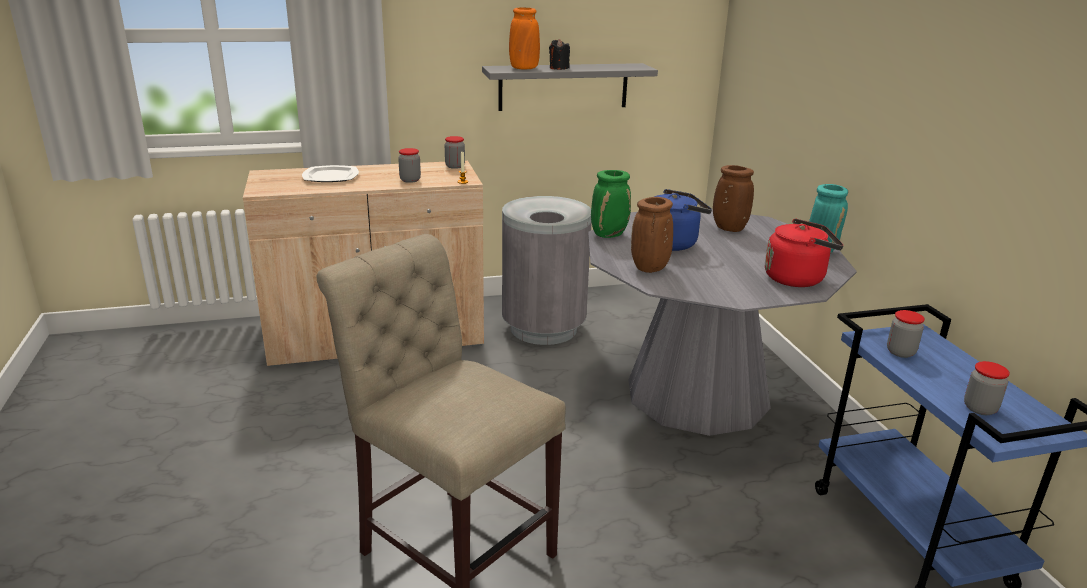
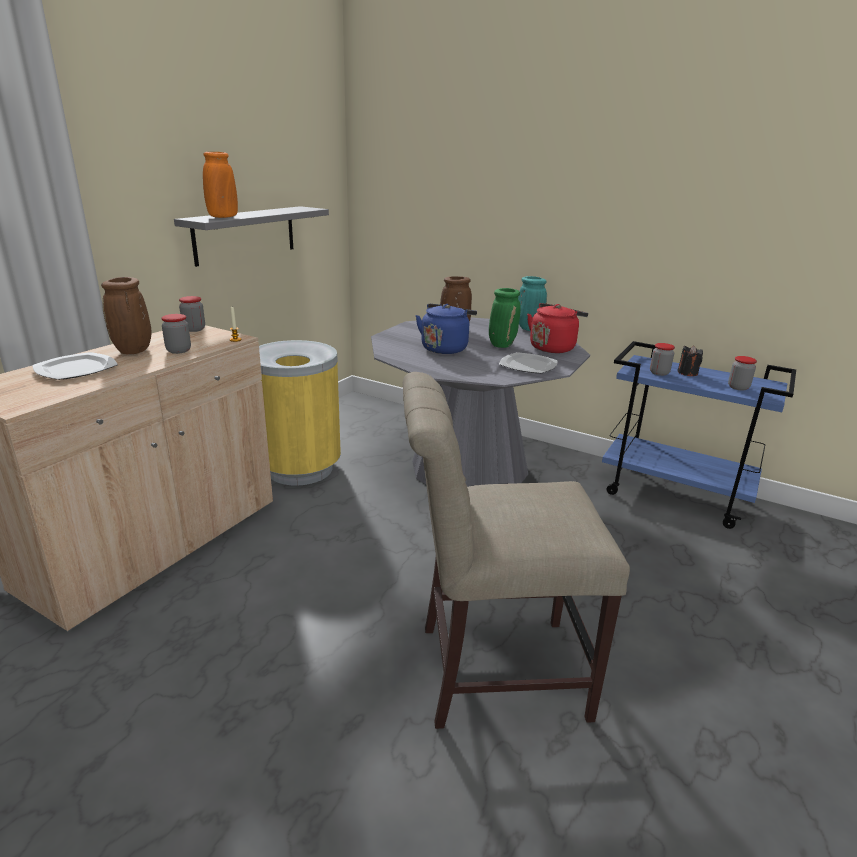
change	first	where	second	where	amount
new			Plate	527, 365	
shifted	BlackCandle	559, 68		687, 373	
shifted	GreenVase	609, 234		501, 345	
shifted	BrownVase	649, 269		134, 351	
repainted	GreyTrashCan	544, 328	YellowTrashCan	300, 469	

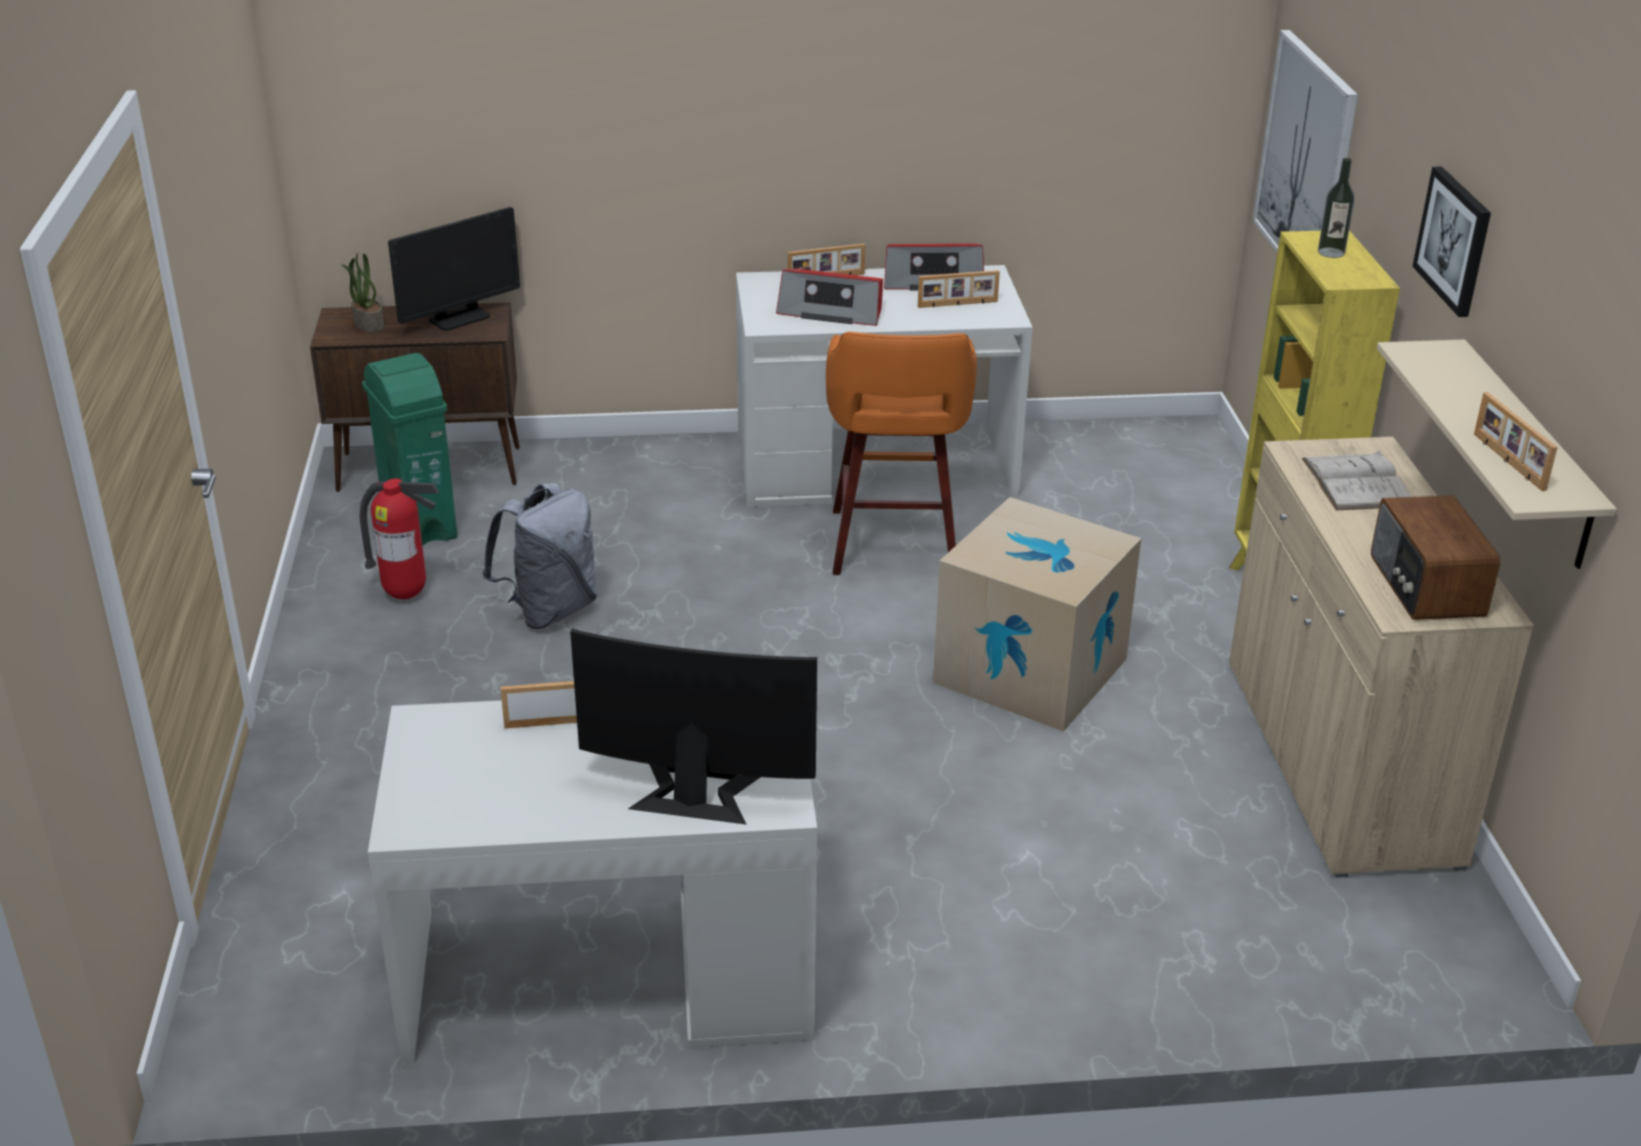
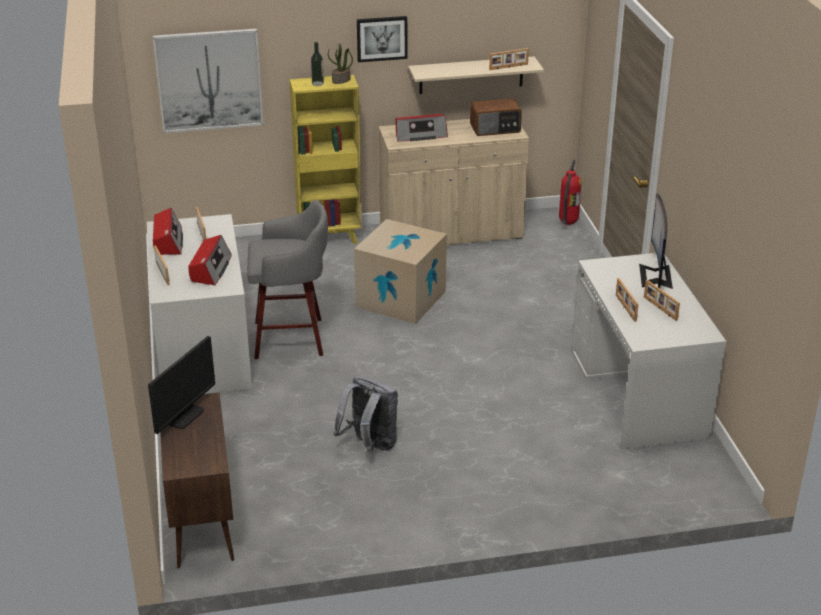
change	first	where	second	where	amount
gone	GreenTrashCan	420, 526			
new			PictureFrame	659, 308	
shifted	PottedPlant	368, 324		341, 80	
shifted	FireExtinguisher	406, 595		567, 223	
swapped	WhiteBook	1357, 482	Radio	420, 134	
repainted	OrangeStool	893, 545	GreyStool	292, 338	
rotated	Monitor	459, 318		184, 416	75 degrees clockwise

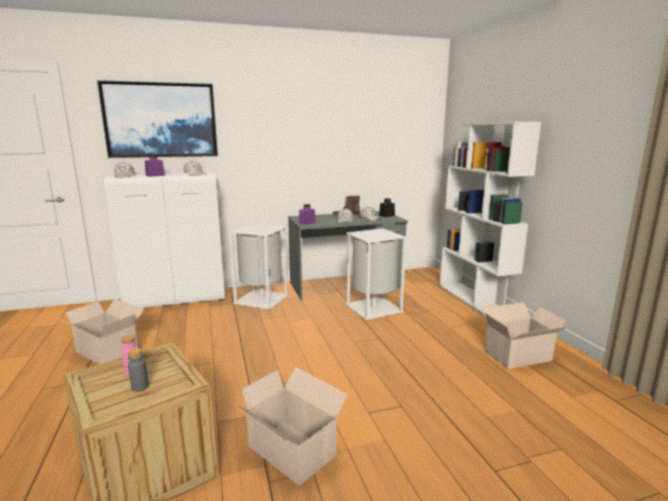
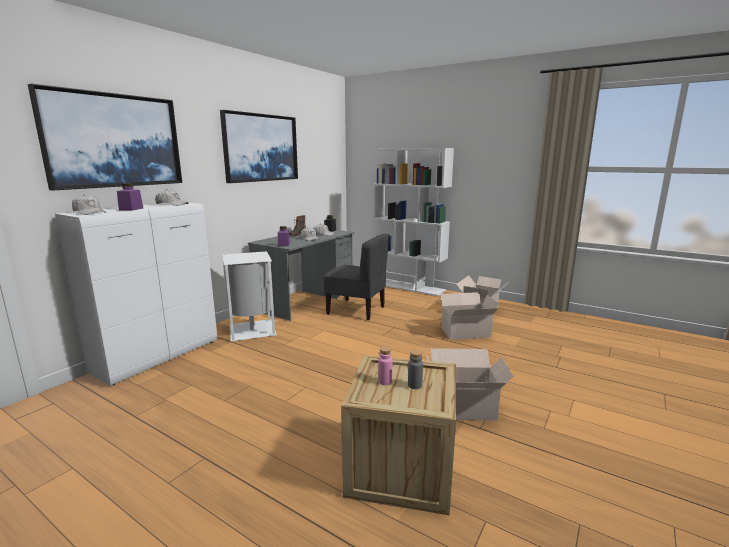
change	first	where	second	where	amount
new			Picture	261, 148	
shifted	CardboardBox	106, 351		464, 332	
swapped	WhiteTrashCan	373, 308	GreyChair	356, 310	

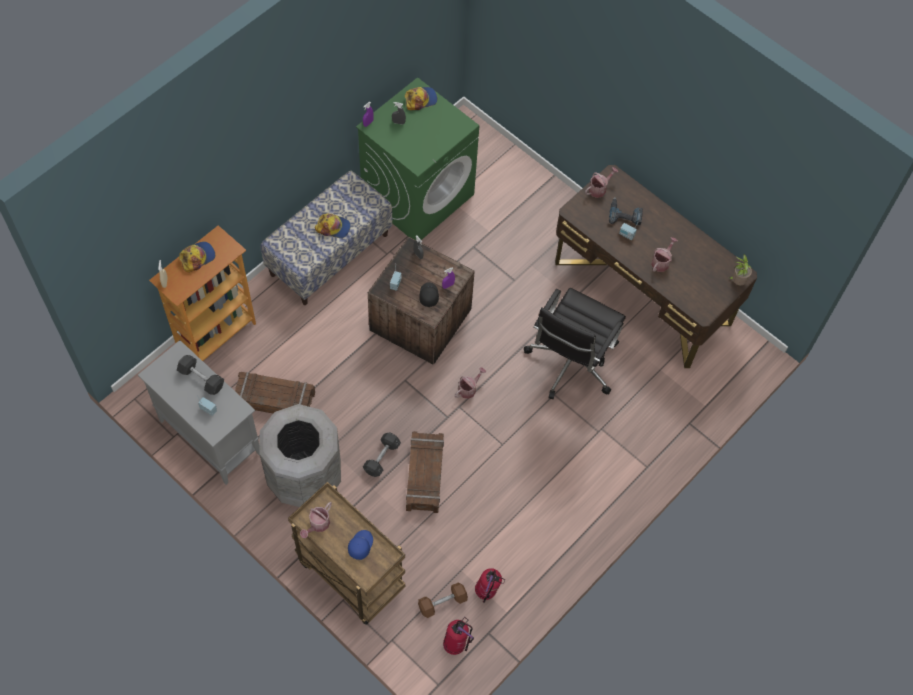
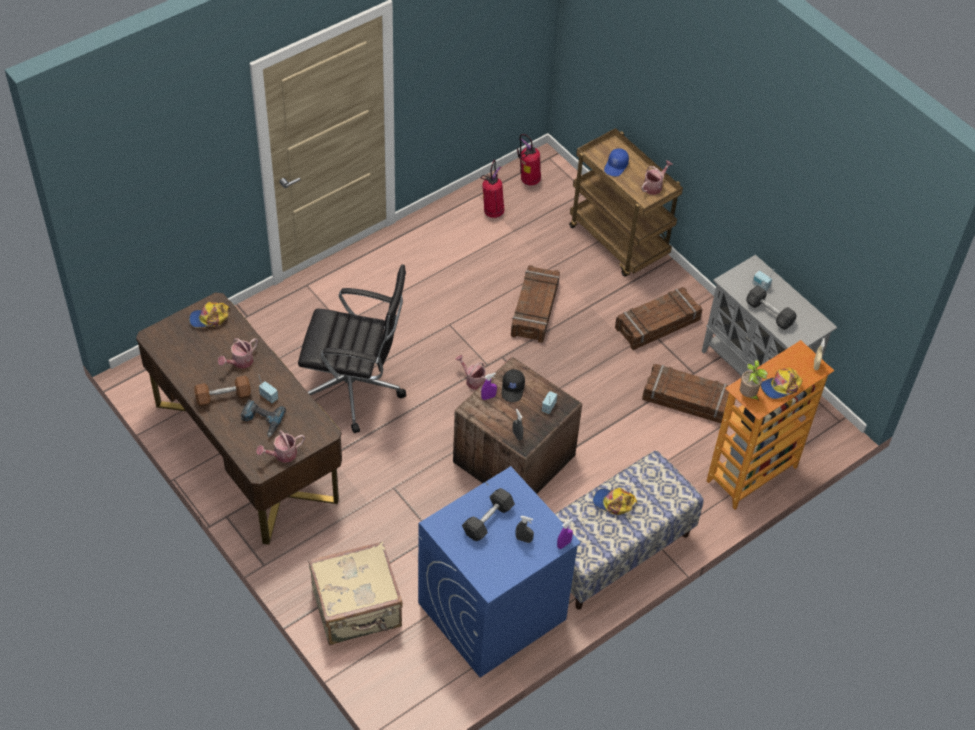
change	first	where	second	where	amount
new			BeigeSuitcase	357, 609	
shifted	GreyDumbbell	382, 458		488, 520	
shifted	Cap	420, 100		209, 318	
shifted	BrownDumbbell	442, 602		223, 397	
shifted	PottedPlant	737, 281		748, 396	
swapped	GreyTrashCan	304, 477	Crate	657, 324	
repainted	GreenWashingMachine	418, 195	BlueWashingMachine	491, 612	
rotated	WateringCan	469, 389		473, 380	75 degrees clockwise
rotated	BlackOfficeChair	570, 363		354, 389	60 degrees clockwise

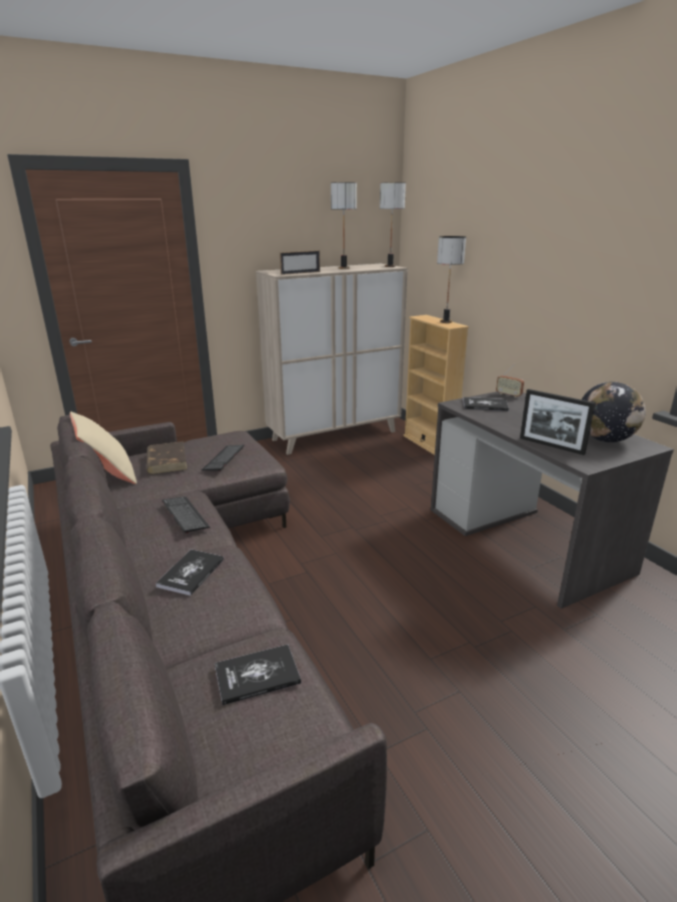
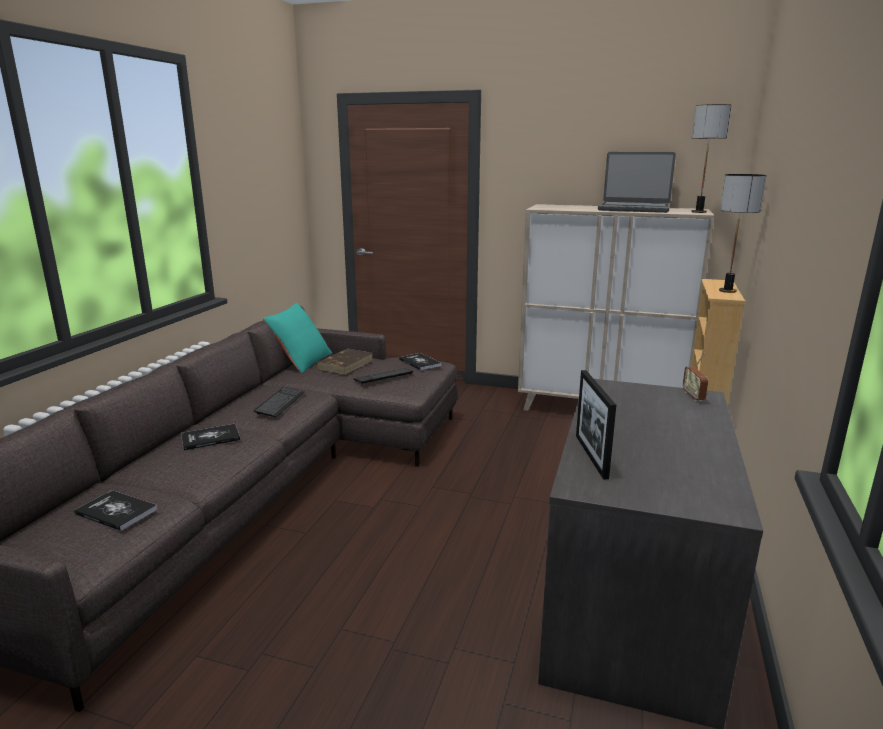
change	first	where	second	where	amount
gone	PictureFrame	300, 273			
gone	Globe	605, 439			
shifted	Book	485, 405		420, 362	
swapped	TableLamp	343, 268	Laptop	634, 209	
repainted	BeigePillow	108, 474	TurquoisePillow	301, 361	

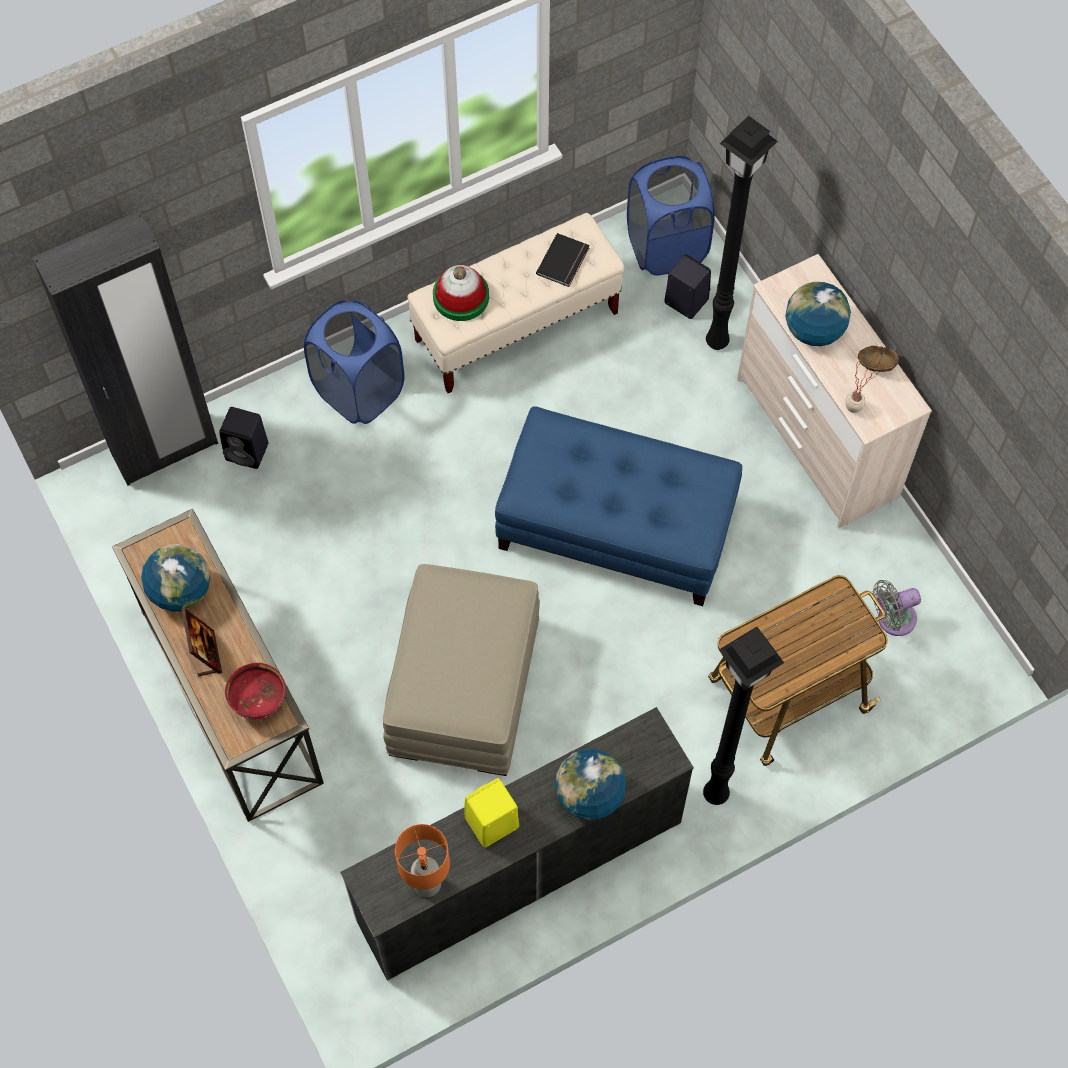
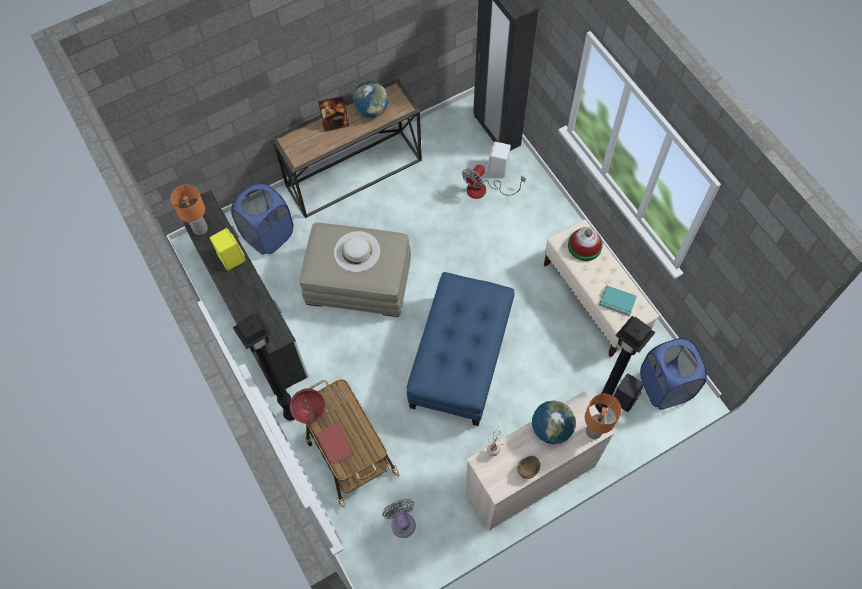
change	first	where	second	where	amount
gone	Globe	589, 795			
new			RedBook	333, 445	
new			WhiteHat	357, 251	
new			Fan	484, 190	
new			OrangeTableLamp	594, 430	
shifted	RedBowl	259, 701		310, 411	
shifted	BlueLaundryBasket	358, 391		268, 235	
repainted	BlackSpeaker	248, 451	WhiteSpeaker	498, 169	
repainted	BlackBook	564, 261	TurquoiseBook	617, 302	

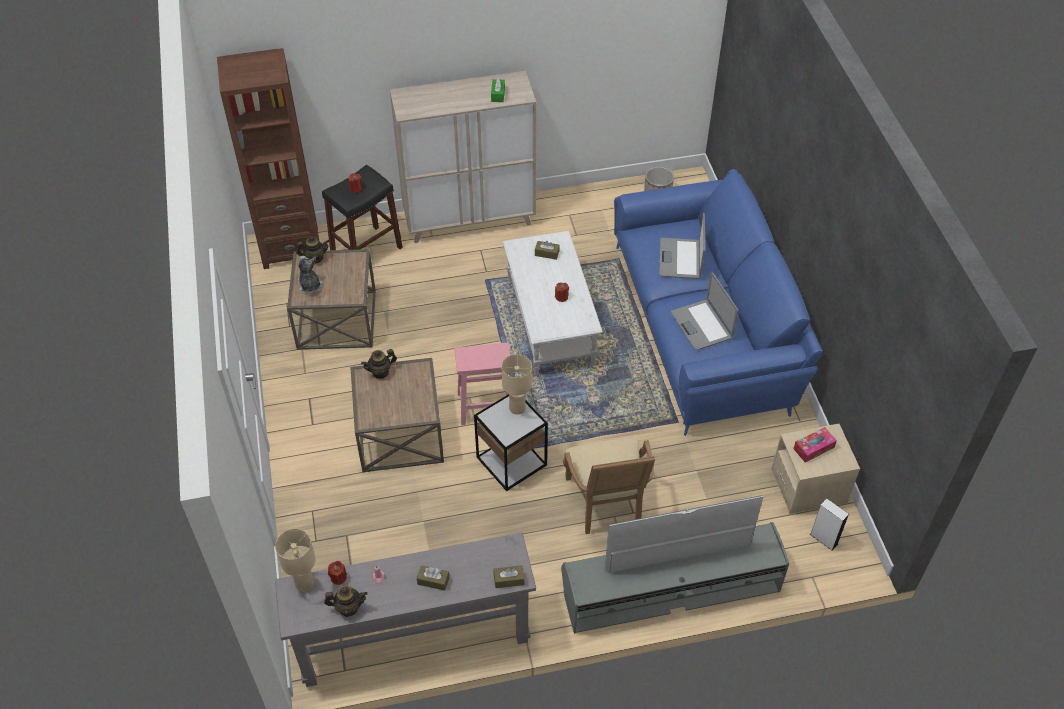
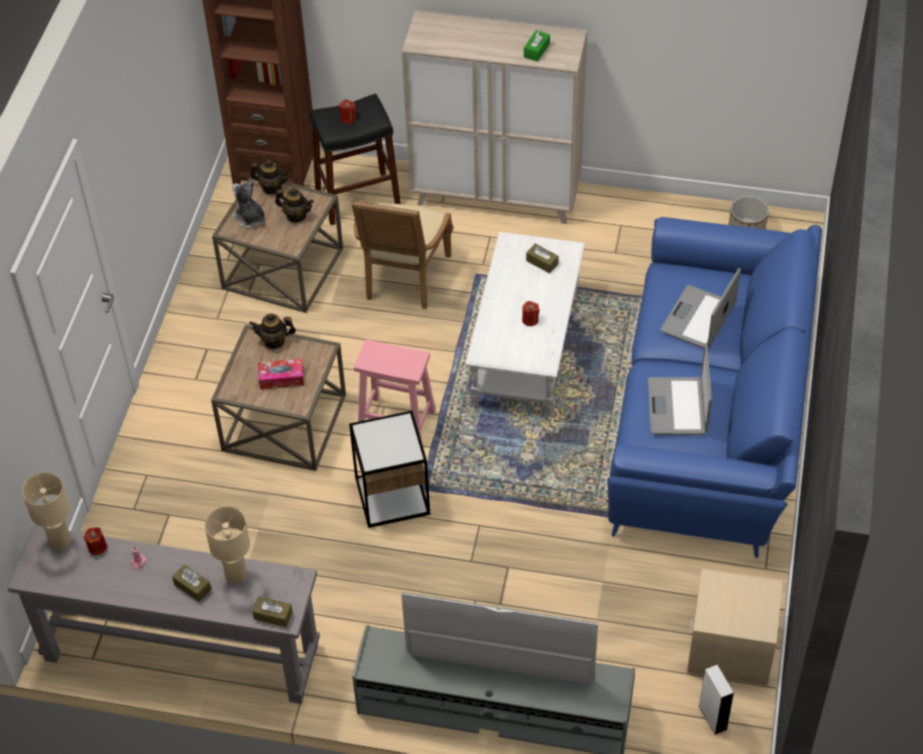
change	first	where	second	where	amount
shifted	Teapot	348, 607		296, 215	
shifted	BeigeTableLamp	517, 408		236, 575	
shifted	BeigeArmchair	606, 505		404, 281	
shifted	TissueBox	813, 448		281, 378	
rotated	PlushToy	310, 286		249, 218	45 degrees counterclockwise

